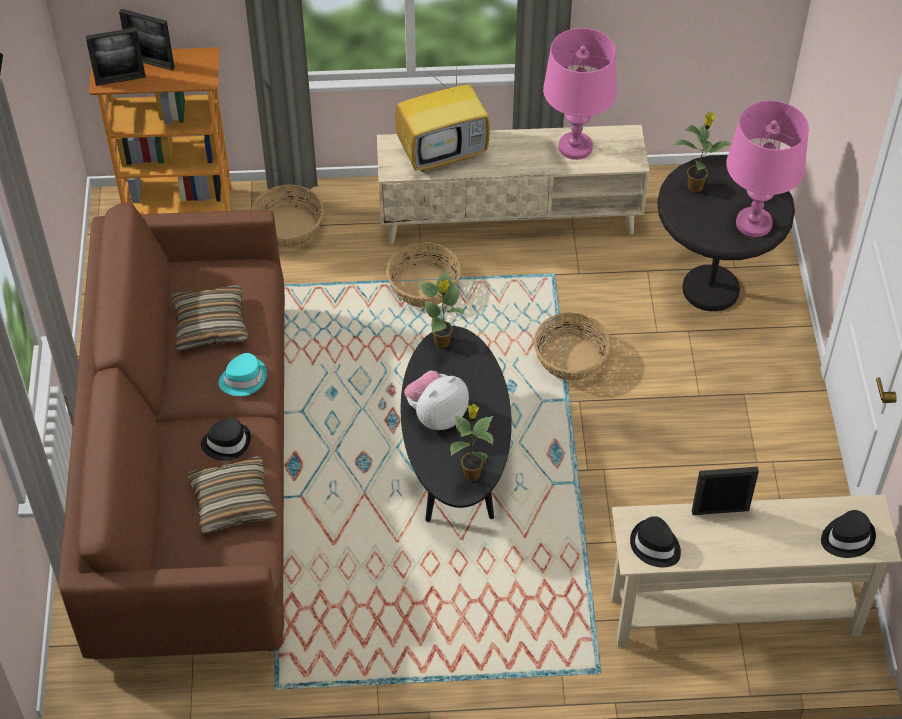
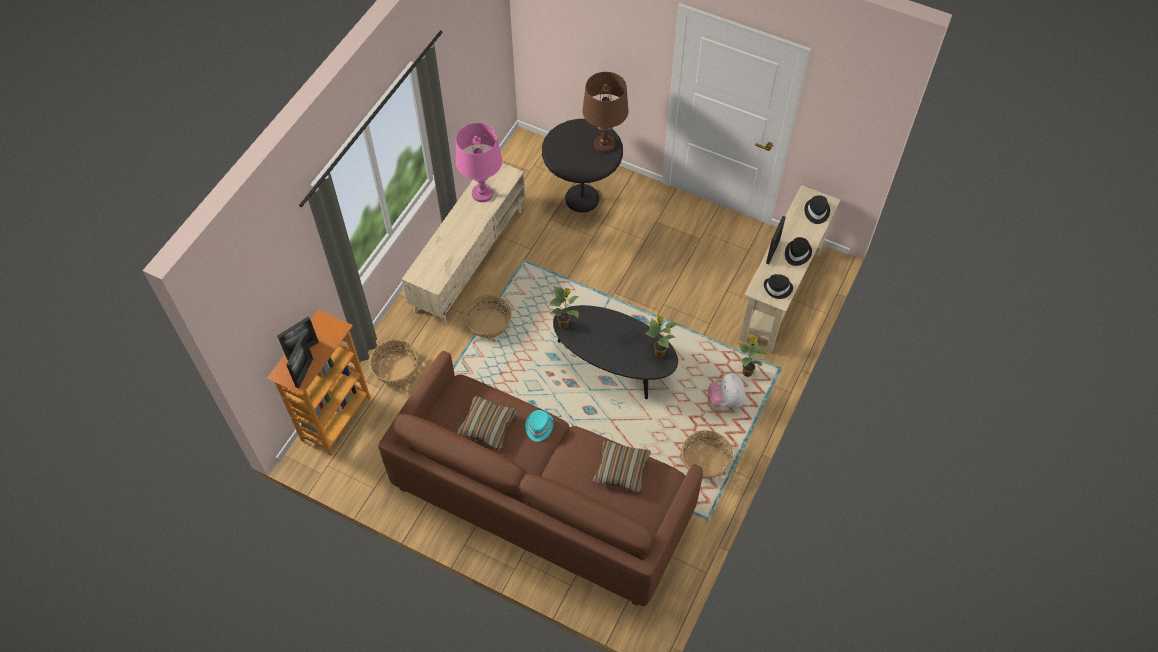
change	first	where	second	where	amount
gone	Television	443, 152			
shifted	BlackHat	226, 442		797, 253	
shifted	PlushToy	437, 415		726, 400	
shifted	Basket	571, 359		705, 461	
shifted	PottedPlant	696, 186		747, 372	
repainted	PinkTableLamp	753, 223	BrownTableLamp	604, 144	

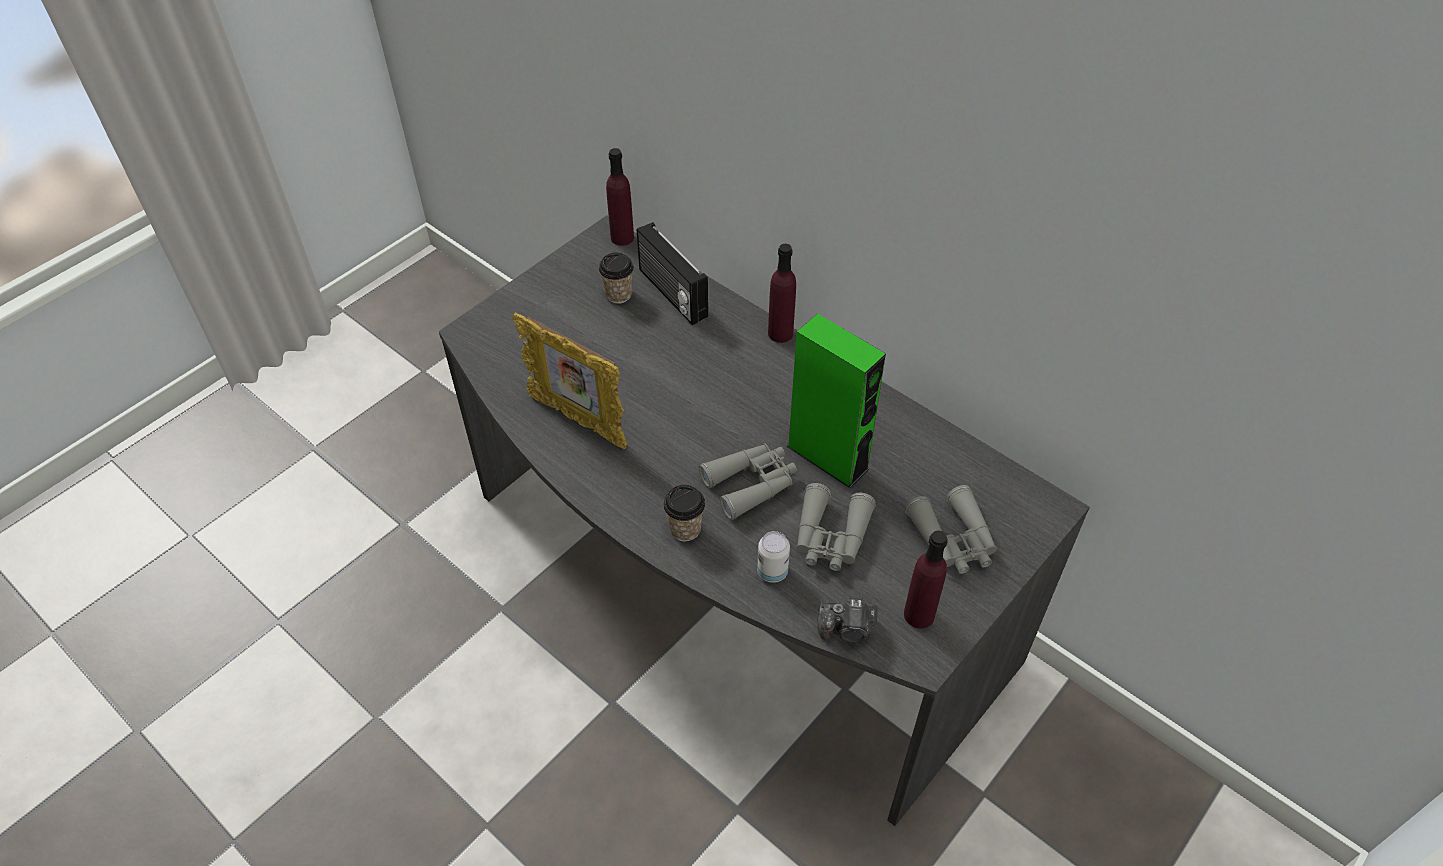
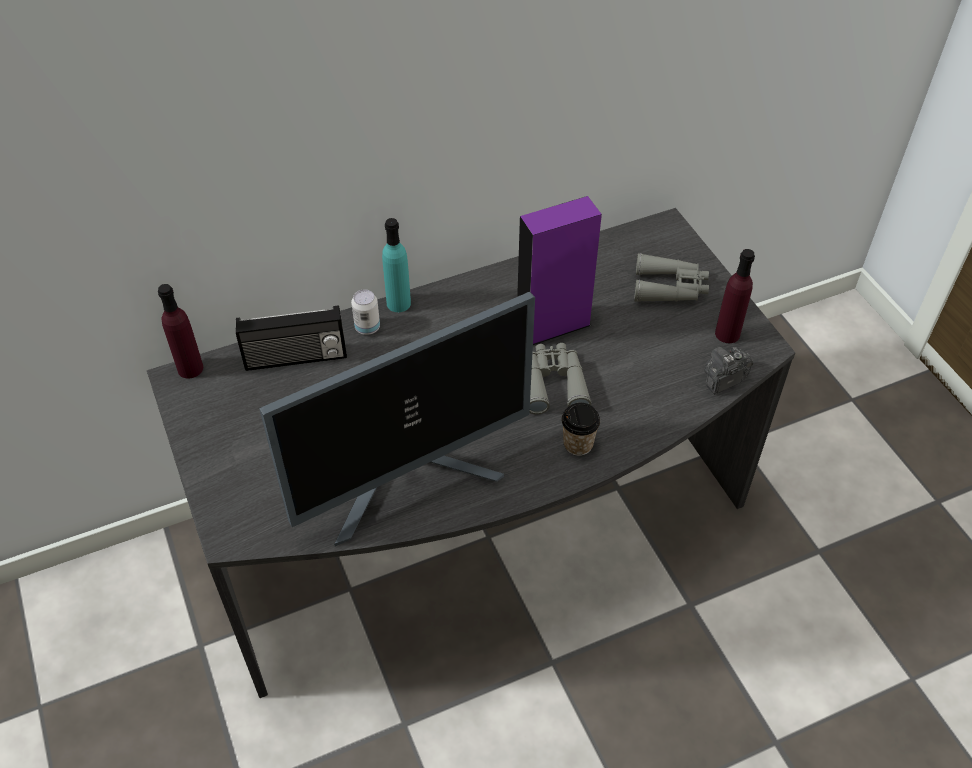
change	first	where	second	where	amount
gone	Cup	618, 294			
gone	GreyBinoculars	830, 537			
shifted	Can	772, 572		367, 327	
swapped	PictureFrame	578, 421	Monitor	410, 480	
repainted	PurpleBottle	780, 333	TurquoiseBottle	398, 303	
repainted	GreenSpeaker	827, 457	PurpleSpeaker	553, 326	
rotated	PhotoCamera	847, 629		723, 379	150 degrees counterclockwise

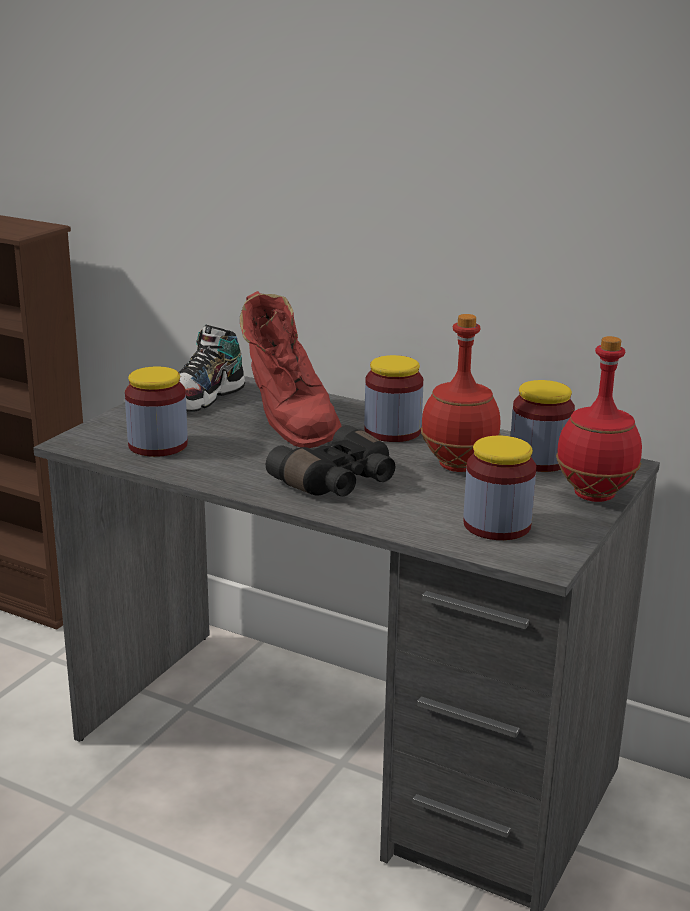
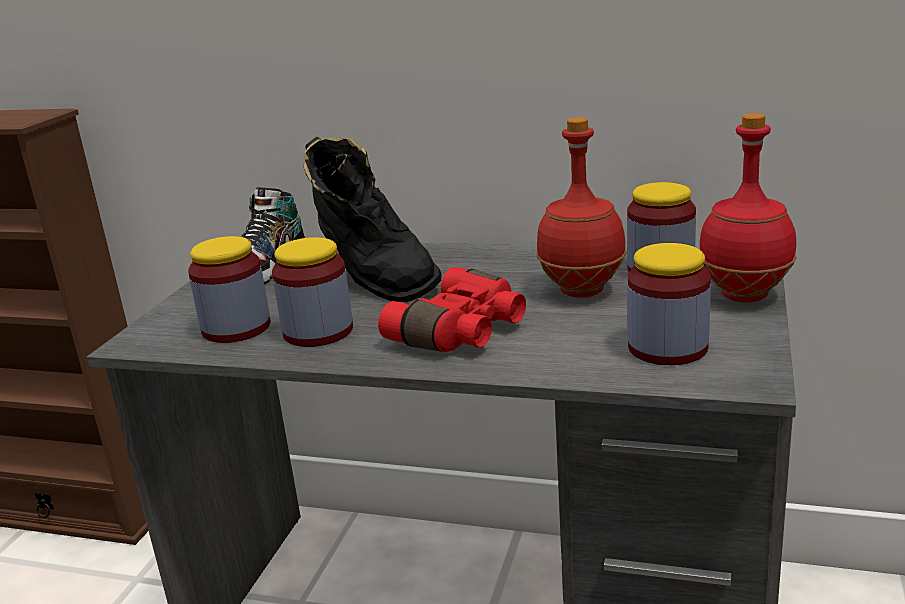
change	first	where	second	where	amount
shifted	Jar	392, 431		318, 331	
repainted	RedBoot	288, 424	BlackBoot	373, 280	
repainted	BlackBinoculars	338, 482	RedBinoculars	463, 332	

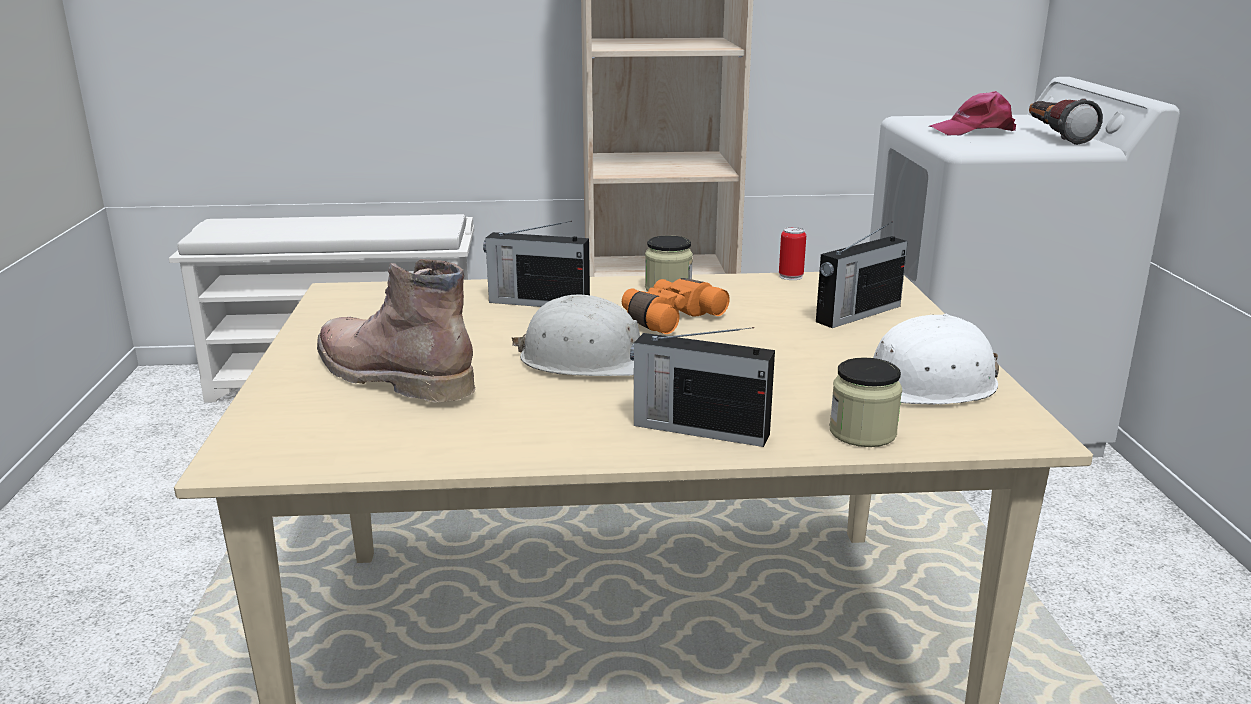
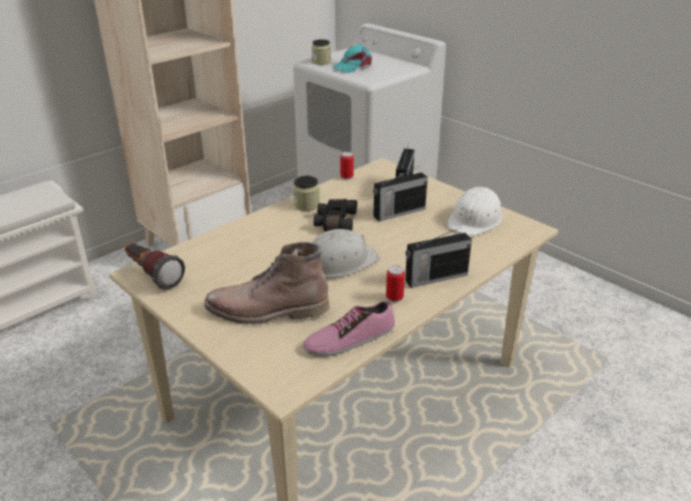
change	first	where	second	where	amount
new			Shoe	349, 338	
new			Can	394, 298	
shifted	Radio	537, 302		398, 213	
shifted	Jar	862, 433		321, 62	
shifted	Flashlight	1054, 137		152, 275	
repainted	OrangeBinoculars	668, 318	BlackBinoculars	334, 223	
repainted	PinkCap	974, 131	TurquoiseCap	353, 66	

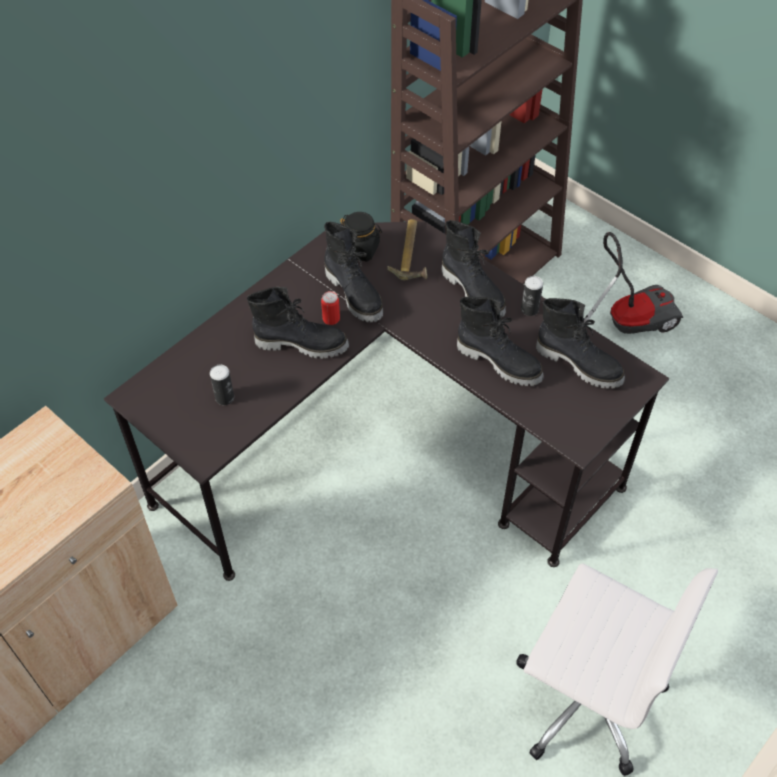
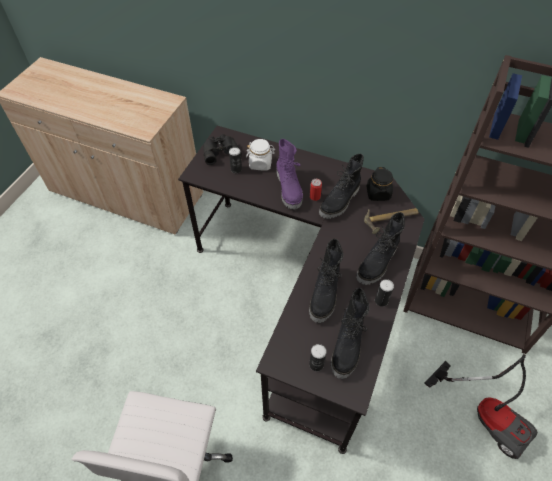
change	first	where	second	where	amount
new			BlackBinoculars	220, 151	
new			WhiteJar	260, 163	
new			Can	316, 364	
repainted	BlackBoot	302, 343	PurpleBoot	289, 189	

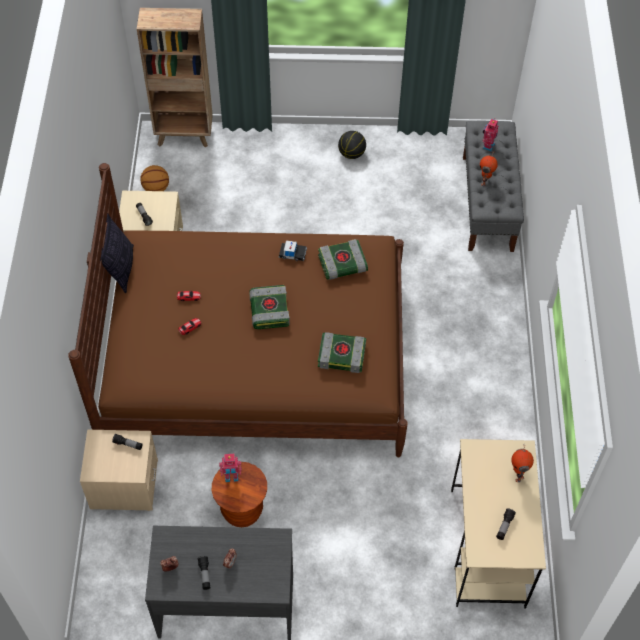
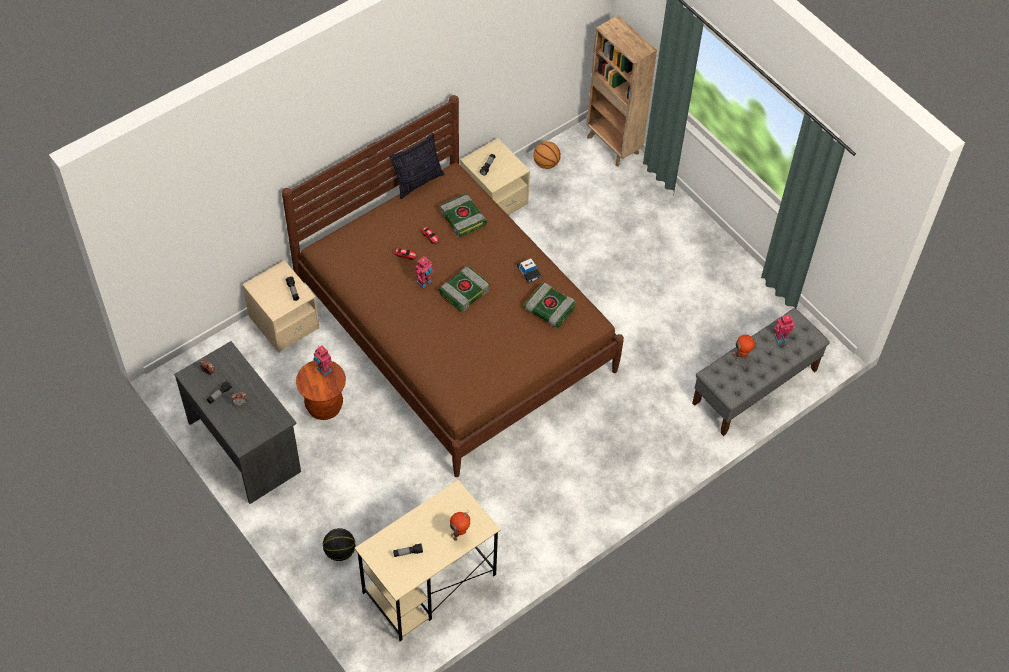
change	first	where	second	where	amount
new			ToyRobot	424, 282	
shifted	Book	342, 355		464, 219	
shifted	Basketball	352, 154		340, 551	

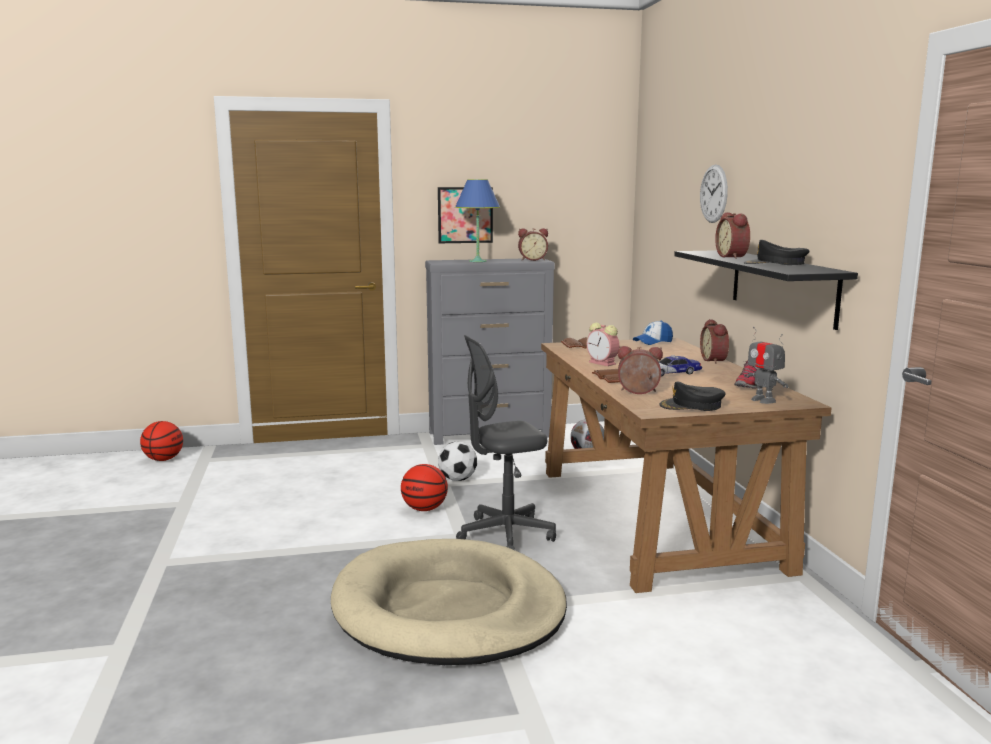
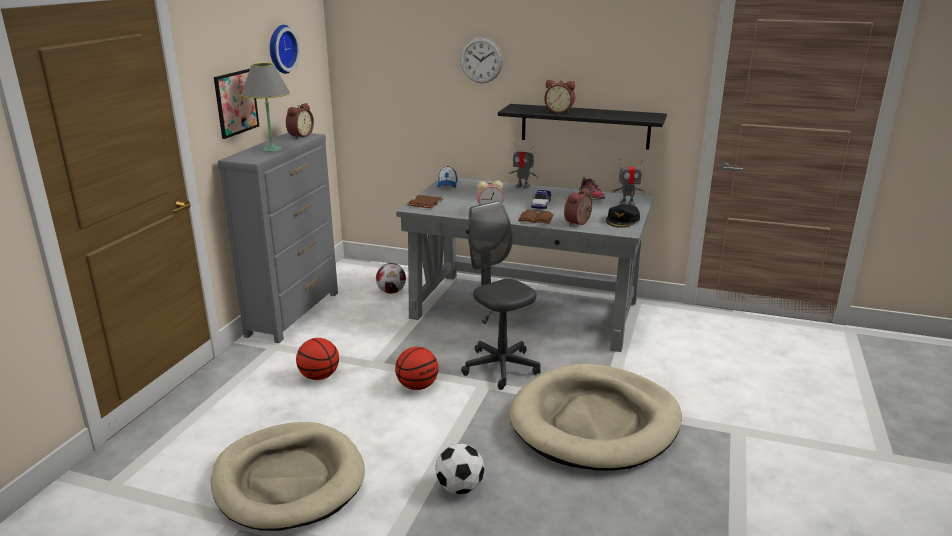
change	first	where	second	where	amount
gone	BlackCap	775, 263			
new			BeigeDogBed	289, 480	
new			WallClock	280, 49	
shifted	Basketball	163, 459		319, 376	
shifted	Football	457, 479		460, 488	
swapped	AlarmClock	715, 360	ToyRobot	522, 186	
repainted	BlueTableLamp	477, 261	GreyTableLamp	271, 149	
repainted	BrownDesk	656, 517	GreyDesk	525, 309	
rotated	GreyOfficeChair	505, 535		500, 367	135 degrees clockwise

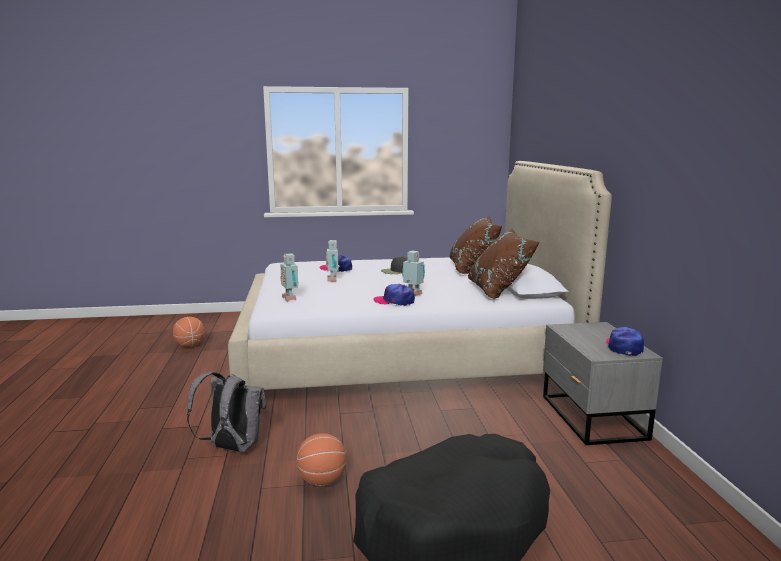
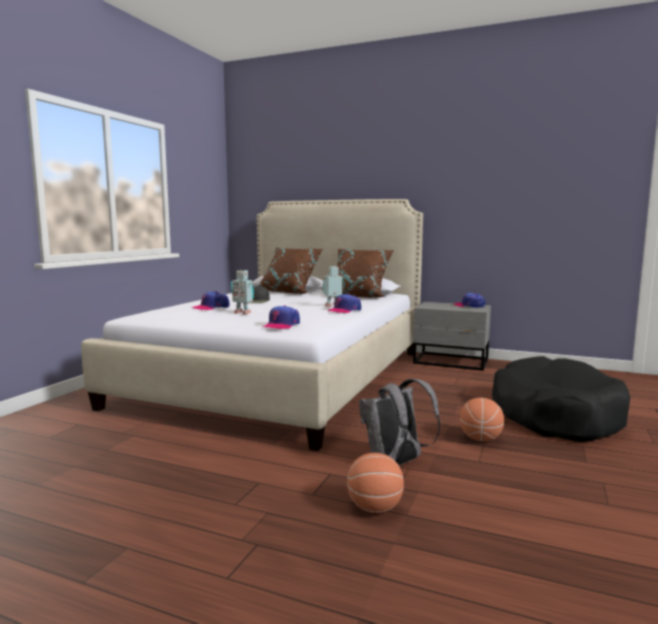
change	first	where	second	where	amount
shifted	Basketball	190, 345		374, 508	
swapped	ToyRobot	290, 298	Cap	281, 325	

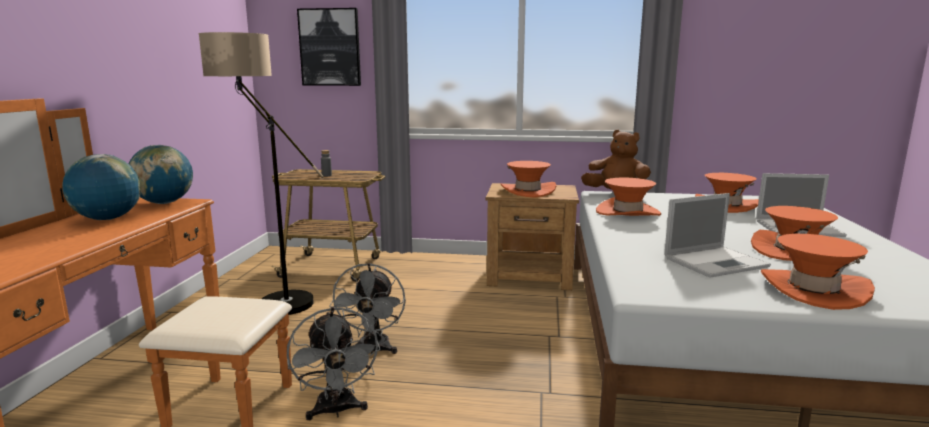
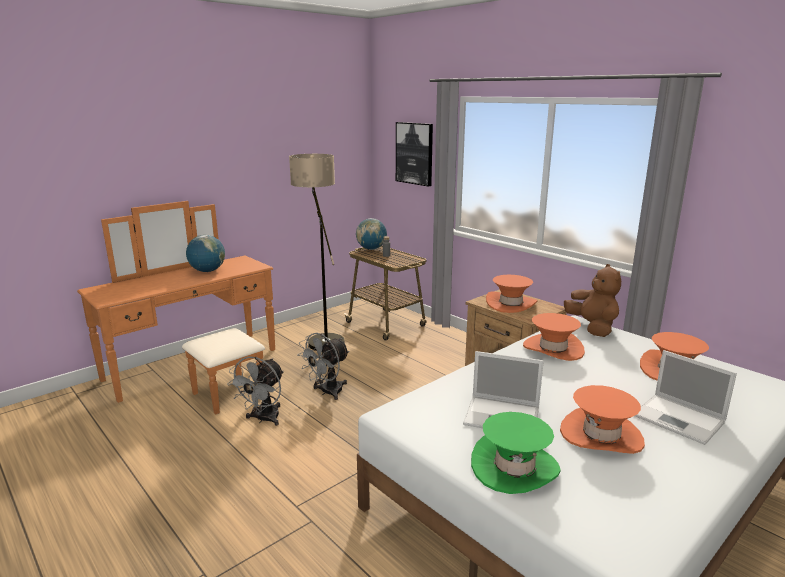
change	first	where	second	where	amount
shifted	Globe	164, 203		371, 249	
repainted	OrangeHat	813, 290	GreenHat	514, 467	

